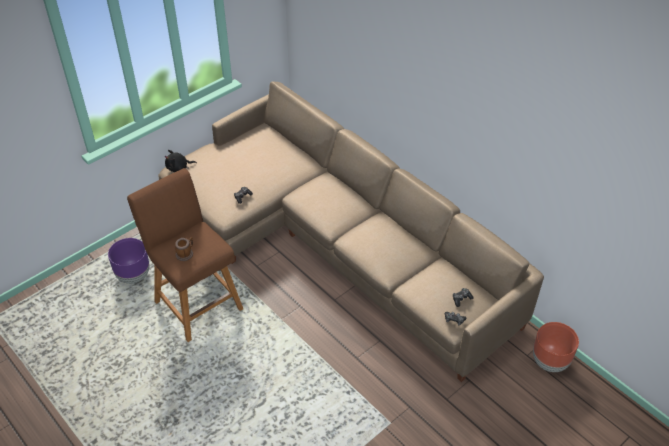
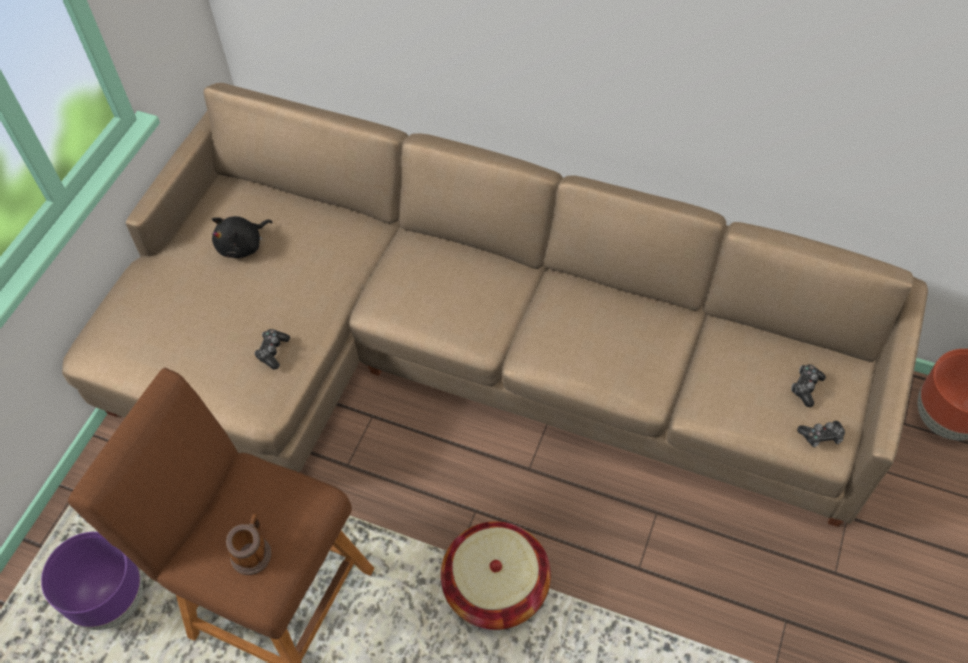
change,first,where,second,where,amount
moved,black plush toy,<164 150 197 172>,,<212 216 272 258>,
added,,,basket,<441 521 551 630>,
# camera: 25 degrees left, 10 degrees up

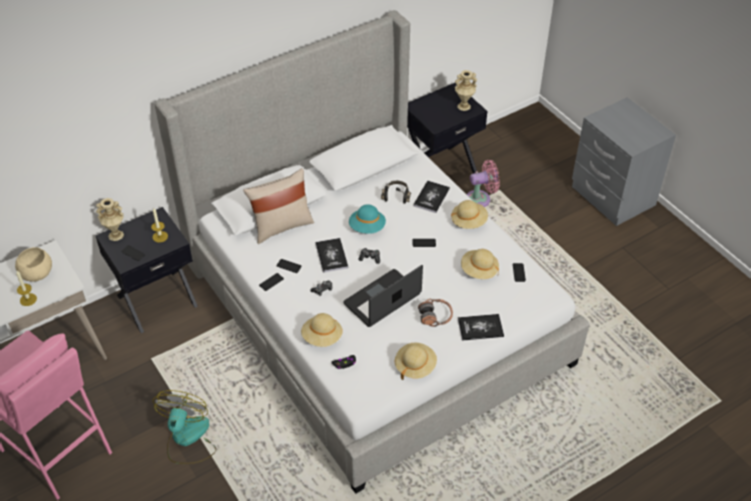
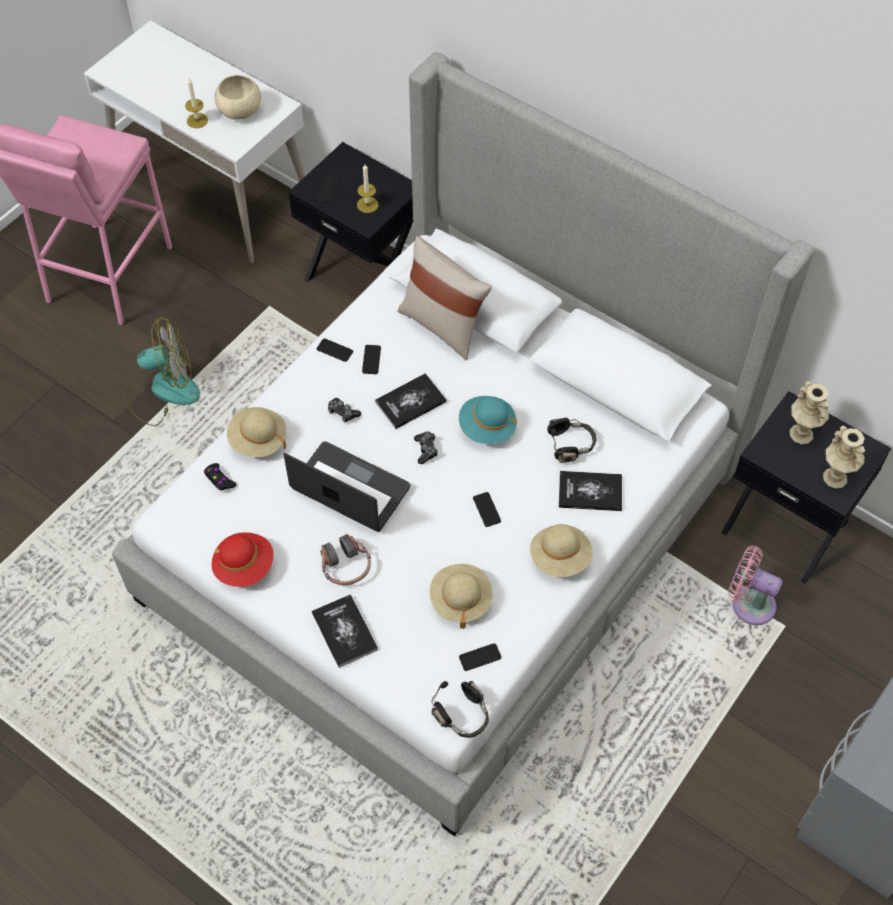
change,first,where,second,where,amount
turned,pink fan,<467 160 500 207>,,<728 546 783 625>,150 degrees clockwise
moved,beige vase,<96 198 124 241>,,<790 381 829 444>,
recoloured,beige hat,<395 343 437 380>,red hat,<212 532 274 587>,
added,,,black headphones,<431 681 489 738>,
# camera: 70 degrees right, 10 degrees up

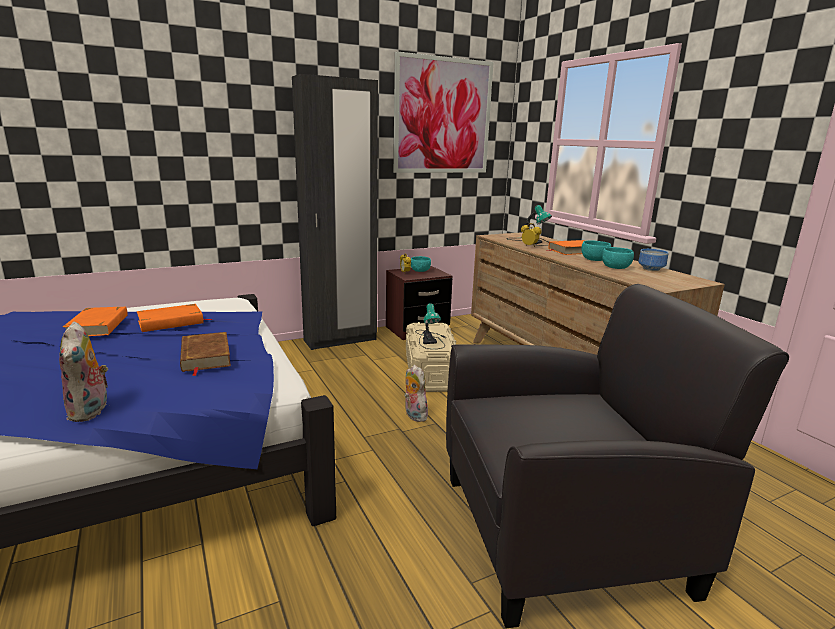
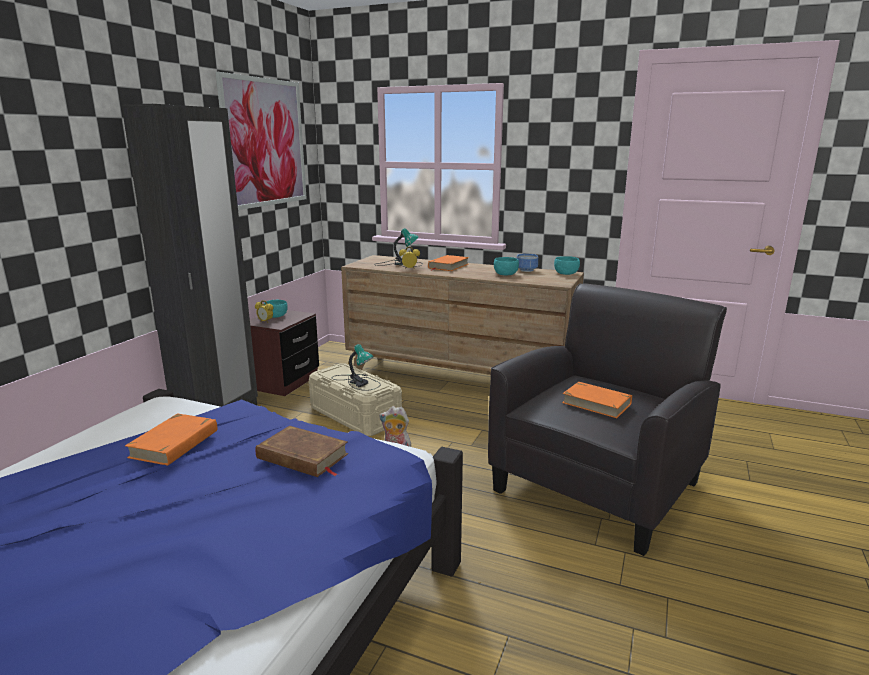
change,first,where,second,where,amount
moved,turquoise bowl,<581 240 611 261>,,<554 256 580 275>,
moved,orange book,<63 306 128 336>,,<562 382 632 418>,
removed,plush toy,<59 322 108 422>,,,
# camera: 40 degrees left, 0 degrees up

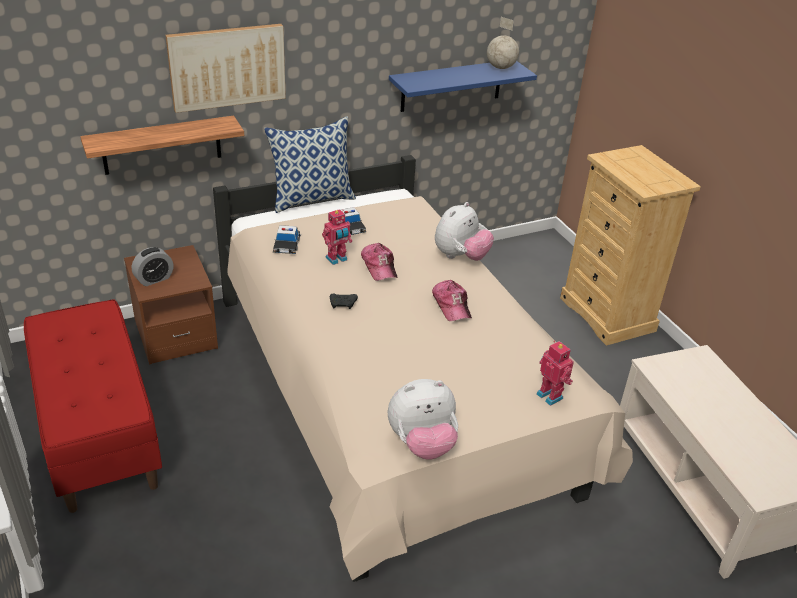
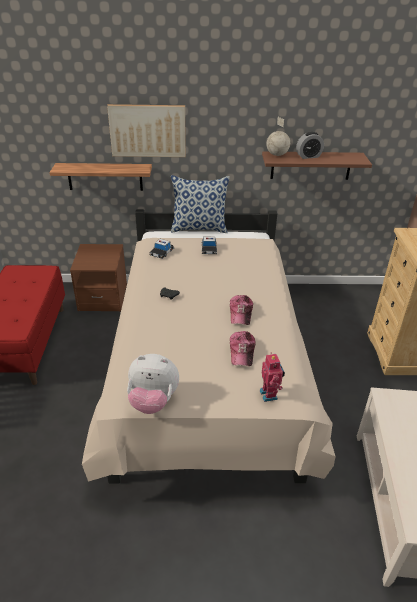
change,first,where,second,where,amount
moved,globe,<487 17 519 69>,,<267 117 290 156>,
recoloured,blue shelf,<389 61 537 112>,brown shelf,<262 151 372 180>,
removed,plush toy,<435 202 494 261>,,,
removed,toy robot,<322 209 352 265>,,,
moved,cap,<361 243 397 281>,,<230 331 256 366>,
moved,alarm clock,<132 247 173 286>,,<296 132 324 159>,
# camera: 25 degrees right, 0 degrees up

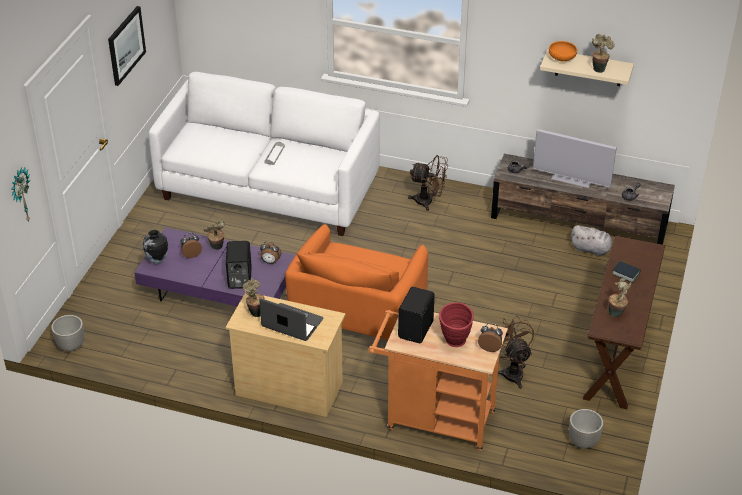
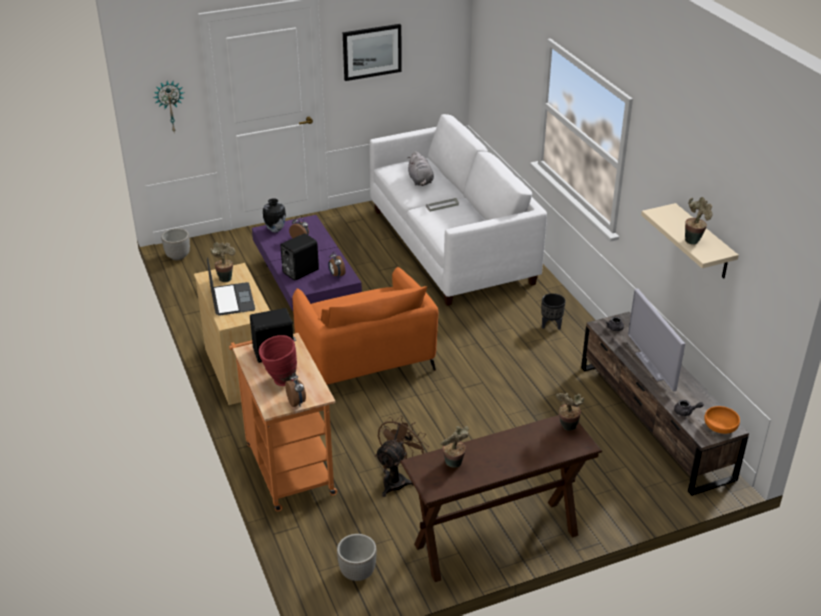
change,first,where,second,where,amount
moved,orange bowl,<549 41 577 61>,,<704 406 740 434>,
replaced,brown fan,<408 155 448 211>,black planter,<541 293 566 330>,
moved,potted plant,<203 219 225 250>,,<556 393 584 431>,
turned,orange armchair,<285 224 428 340>,,<292 267 438 386>,90 degrees counterclockwise
moved,grey plush toy,<571 225 612 257>,,<408 151 434 186>,
removed,book,<612 261 641 283>,,,
# camera: 50 degrees right, 5 degrees down

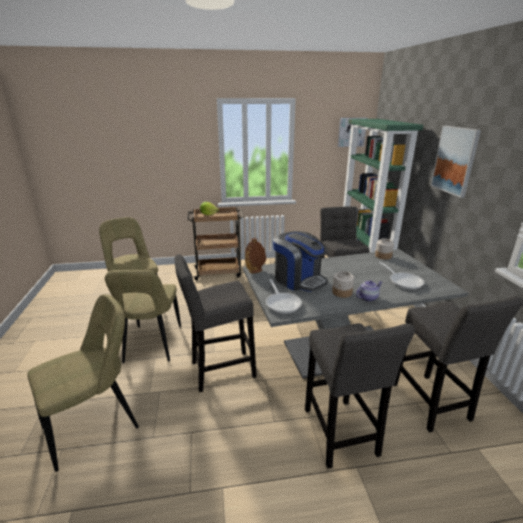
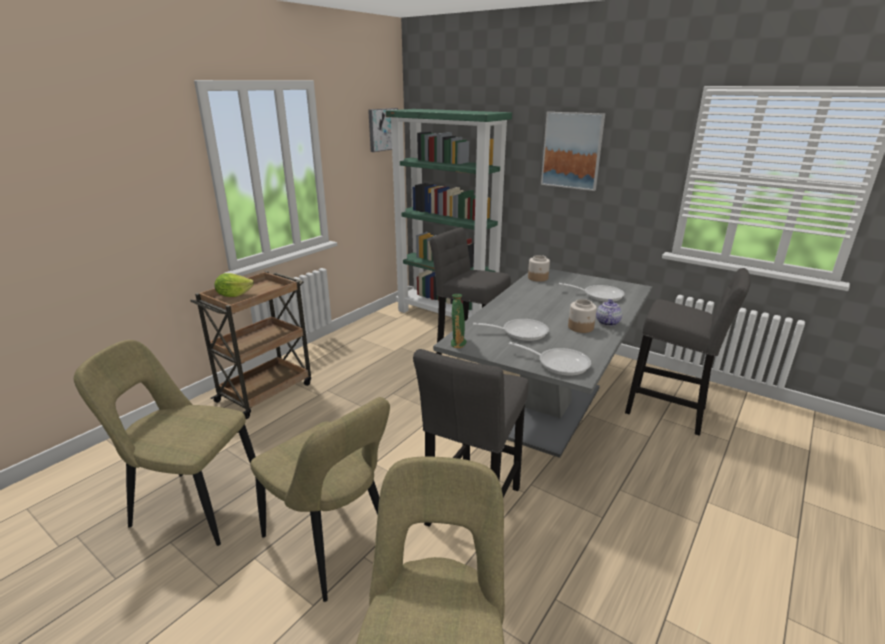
change,first,where,second,where,amount
replaced,coffee machine,<273 231 328 292>,frying pan,<473 319 549 341>,
recoloured,brown vase,<245 238 266 273>,green vase,<451 294 467 348>,
removed,grey stool,<305 323 415 469>,,,
# camera: 45 degrees left, 0 degrees up

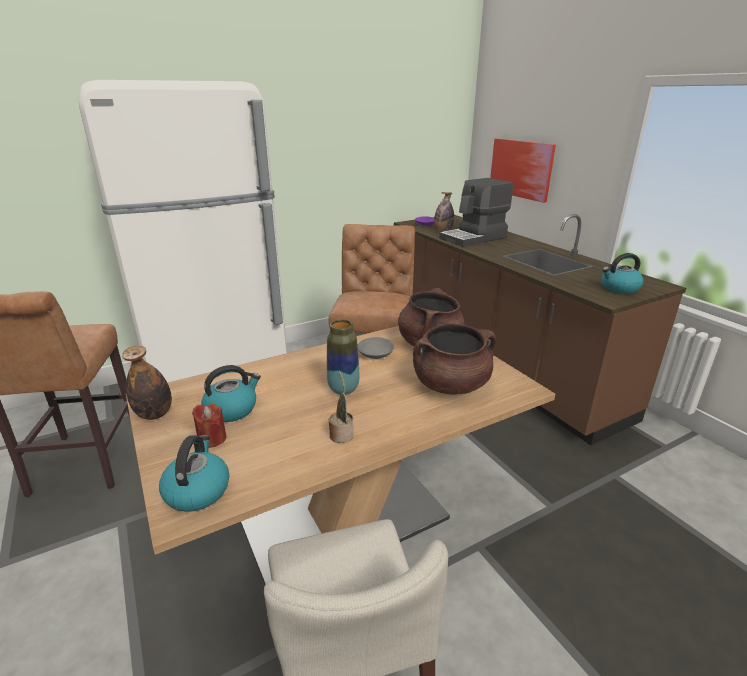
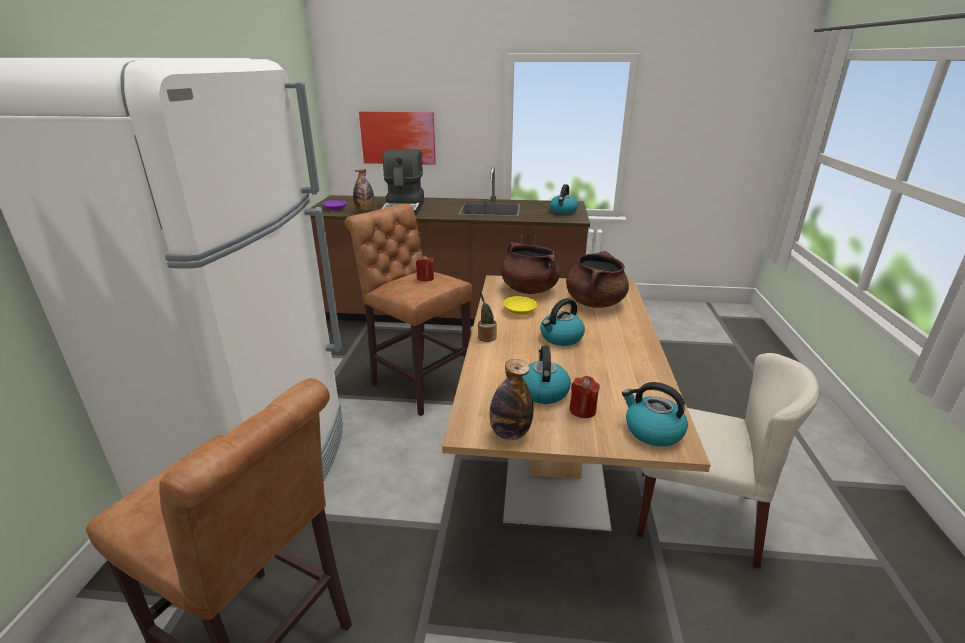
change,first,where,second,where,amount
replaced,vase,<327 320 359 395>,kettle,<540 298 585 346>,
recoloured,grey bowl,<357 337 394 359>,yellow bowl,<503 296 538 315>,
moved,potted plant,<329 370 354 443>,,<477 288 497 342>,
added,,,red candle,<416 255 434 281>,
# camera: 55 degrees left, 0 degrees up

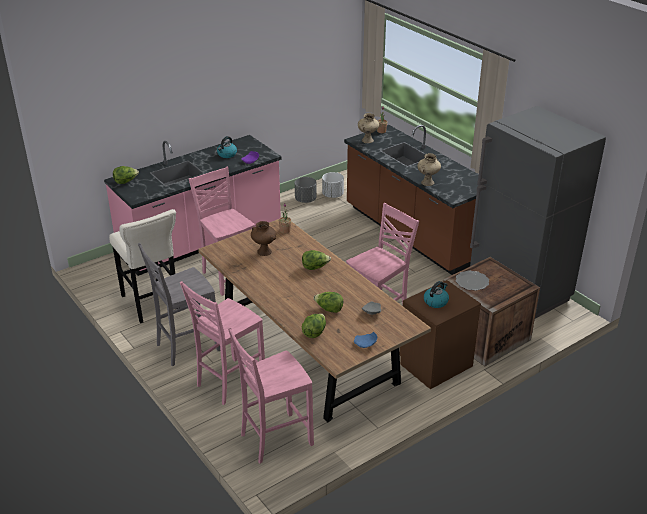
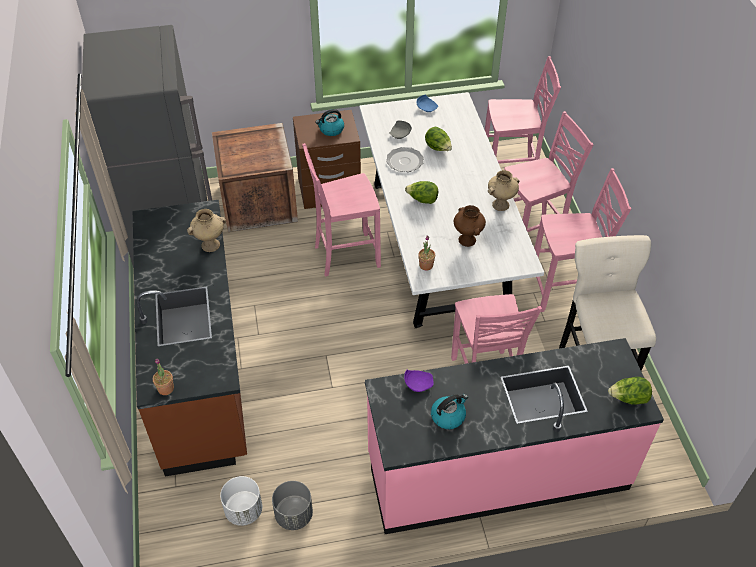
change,first,where,second,where,amount
moved,beige vase,<358 113 379 143>,,<488 170 519 211>,
recoloured,brown dining table,<198 219 431 422>,white dining table,<359 92 544 328>,
recoloured,grey chair,<138 243 220 366>,pink chair,<534 168 631 312>,
moved,plate,<456 270 489 291>,,<386 147 424 172>,
removed,lettuce,<302 313 326 338>,,,
# camera: 155 degrees left, 15 degrees up

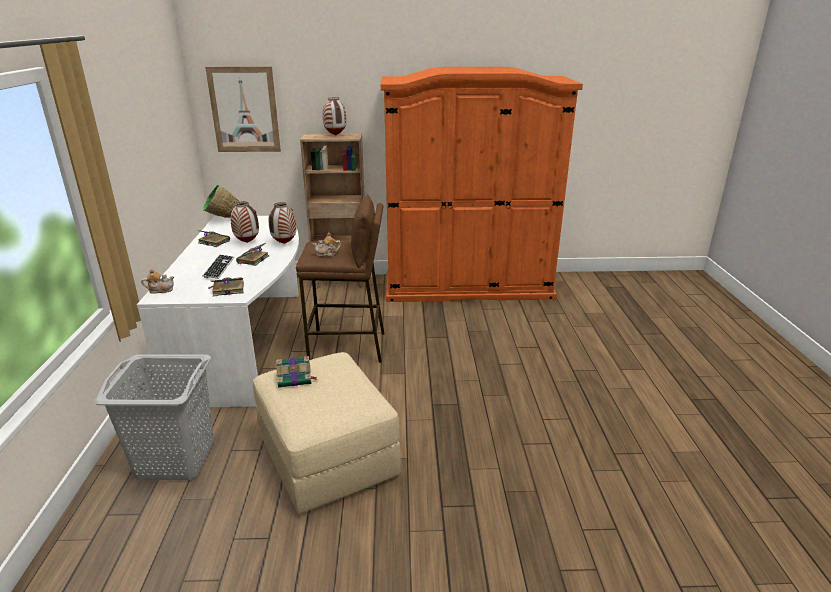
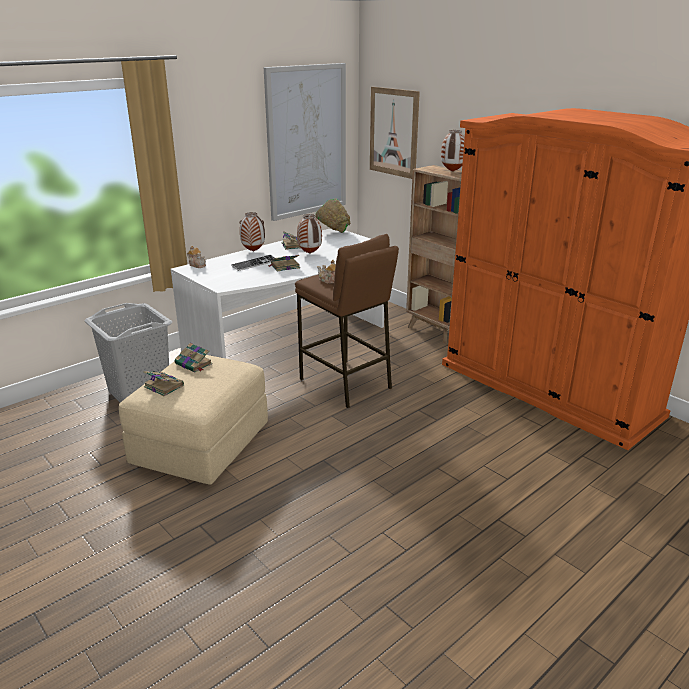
change,first,where,second,where,amount
moved,vase,<268 202 296 244>,,<239 212 265 252>,
moved,book,<208 277 244 296>,,<144 371 184 396>,
added,,,picture,<264 63 346 221>,
# camera: 50 degrees right, 0 degrees up

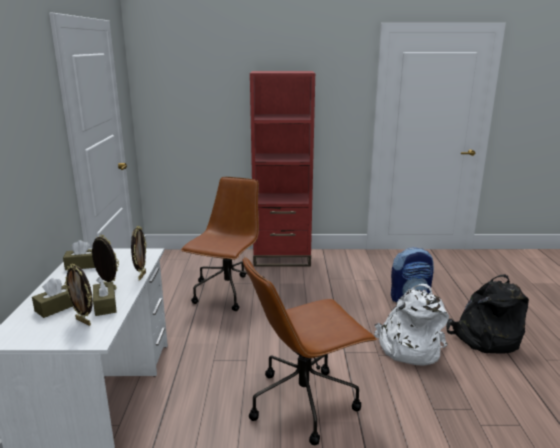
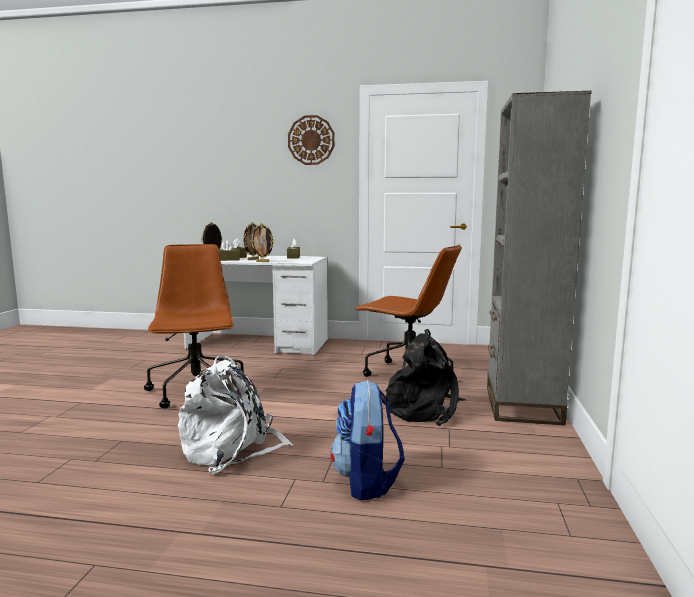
change,first,where,second,where,amount
recoloured,red bookcase,<250 71 315 267>,grey bookcase,<487 91 592 426>,
moved,black backpack,<446 274 529 353>,,<385 329 466 426>,
added,,,wall clock,<288 115 335 165>,
# camera: 100 degrees right, 10 degrees down

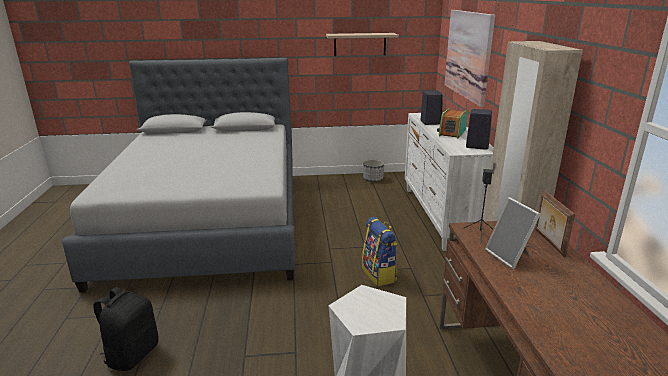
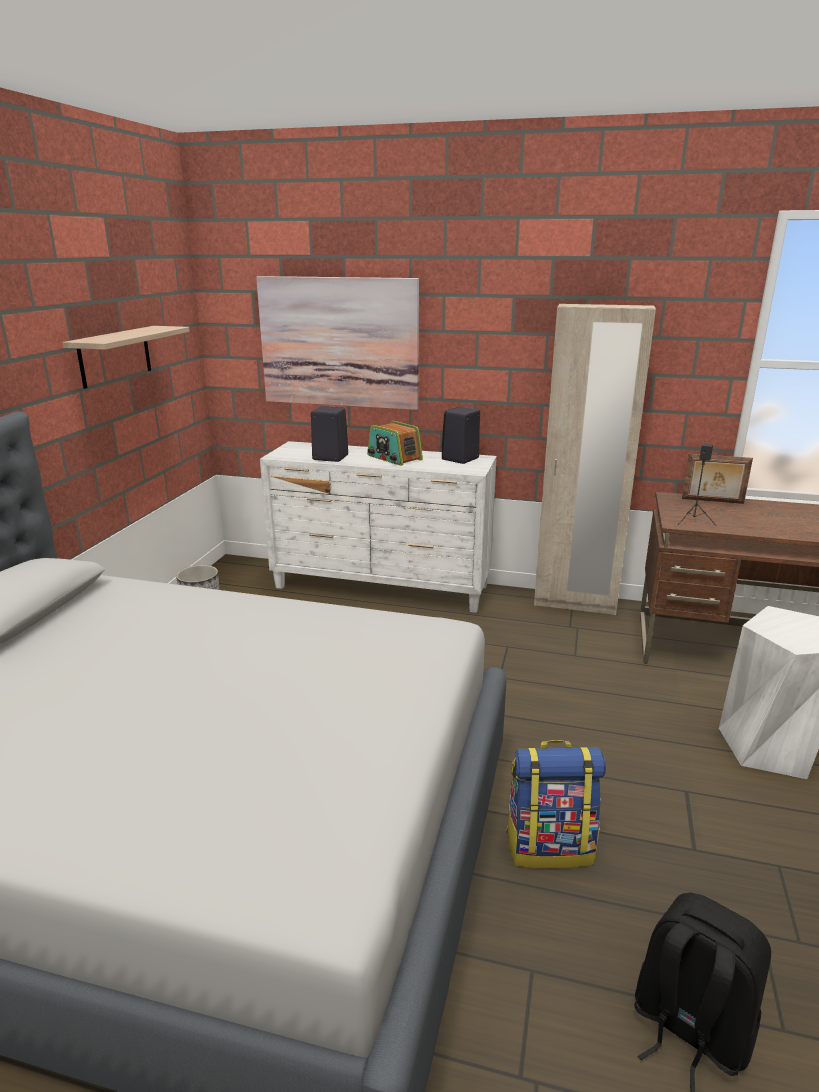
change,first,where,second,where,amount
removed,picture frame,<485 197 541 269>,,,
moved,backpack,<362 217 398 286>,,<506 740 606 868>,
# camera: 70 degrees left, 0 degrees up

